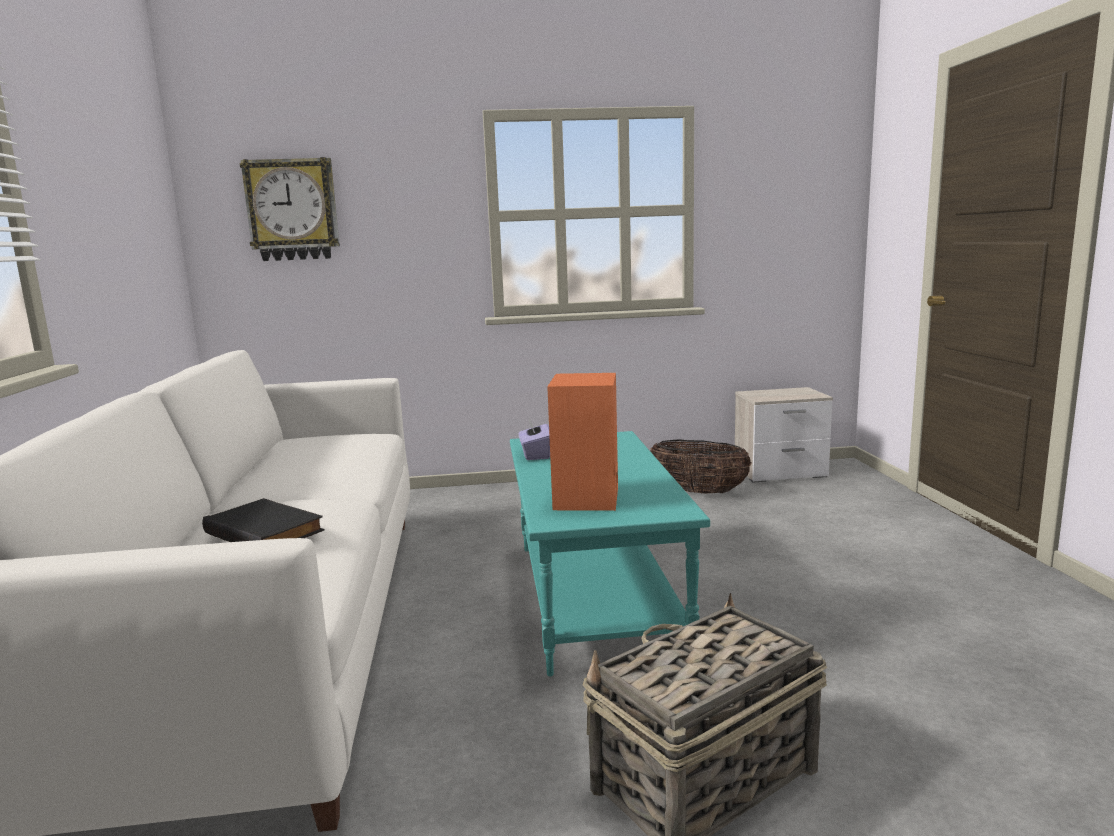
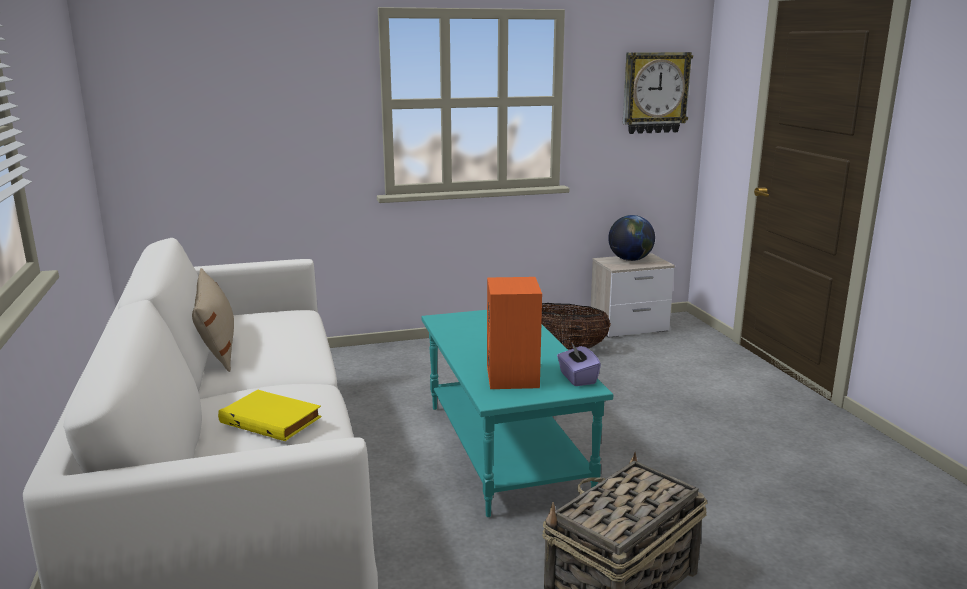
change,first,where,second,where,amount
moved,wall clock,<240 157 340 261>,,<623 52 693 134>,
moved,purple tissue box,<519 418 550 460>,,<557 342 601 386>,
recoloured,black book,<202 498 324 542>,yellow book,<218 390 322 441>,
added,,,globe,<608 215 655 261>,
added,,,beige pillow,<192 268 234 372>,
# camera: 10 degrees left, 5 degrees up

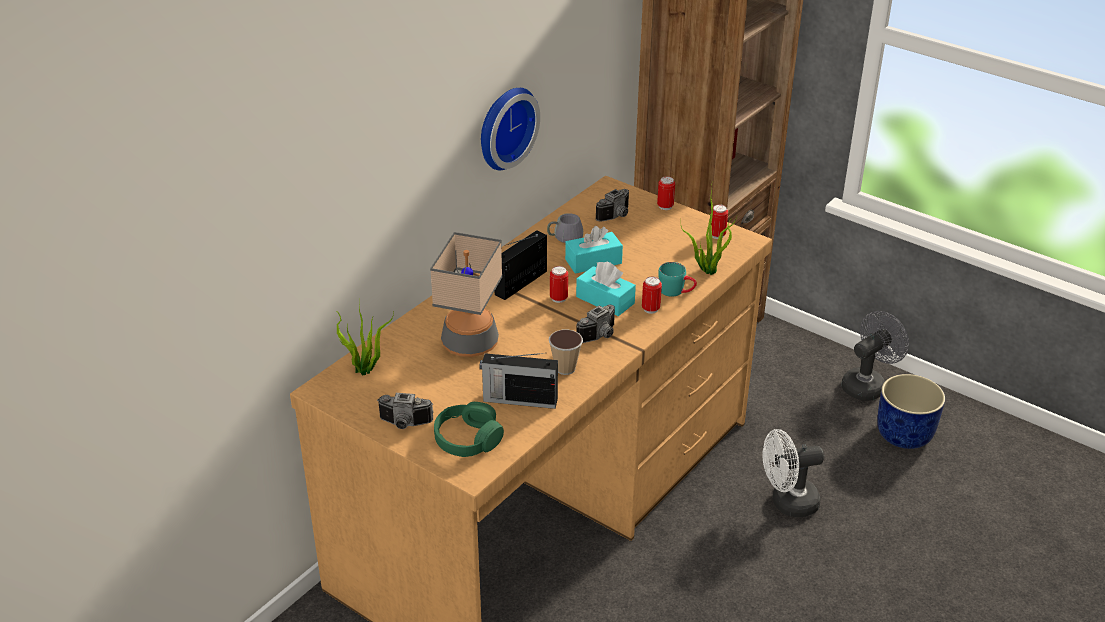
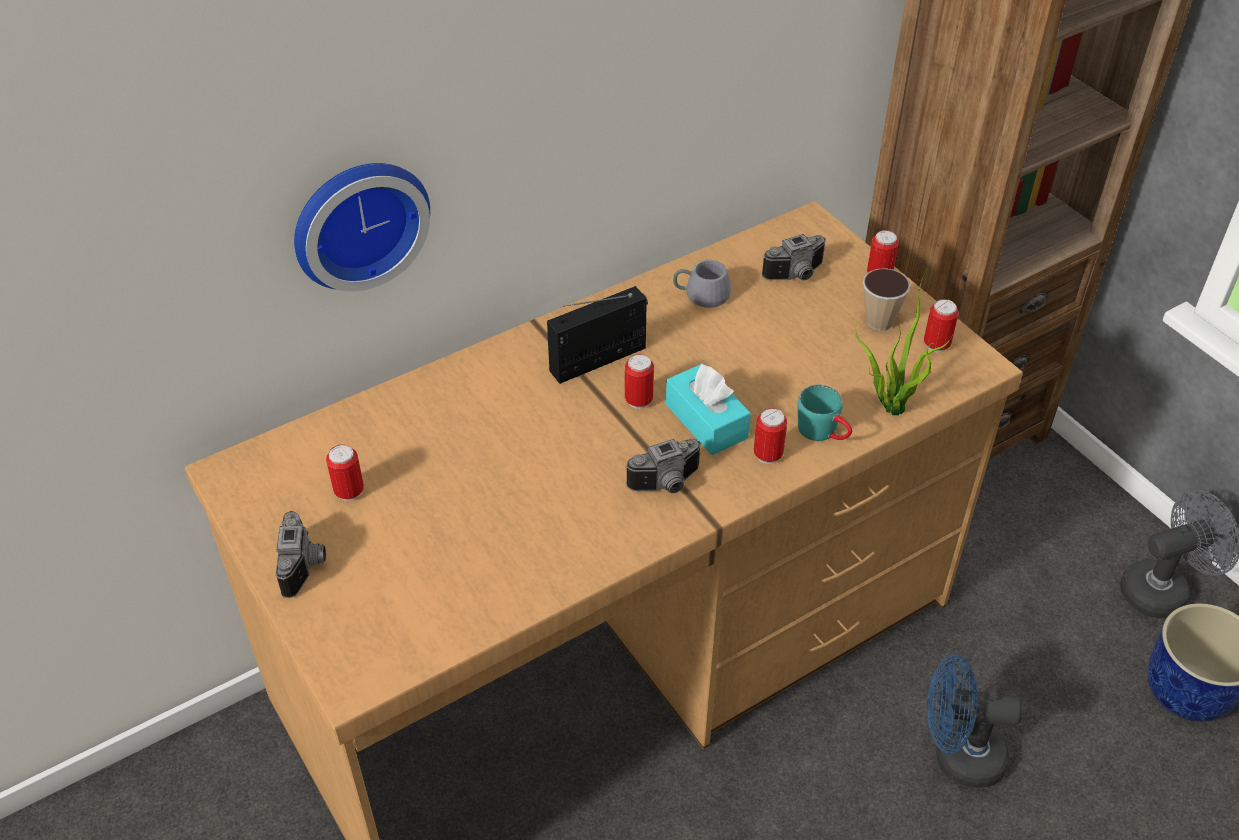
change,first,where,second,where,amount
moved,wall clock,<481 88 540 170>,,<294 163 430 291>,
removed,turquoise tissue box,<565 226 623 274>,,,
removed,table lamp,<430 232 502 357>,,,
removed,potted plant,<337 305 394 376>,,,
moved,cup,<549 329 583 375>,,<863 268 911 331>,
removed,radio,<479 353 558 409>,,,
turned,photo camera,<377 393 433 429>,,<276 511 326 598>,120 degrees counterclockwise
removed,green headphones,<434 402 504 457>,,,
recoloured,white fan,<762 429 824 517>,blue fan,<927 654 1023 788>,
added,,,can,<326 444 364 501>,
# camera: 20 degrees right, 10 degrees up

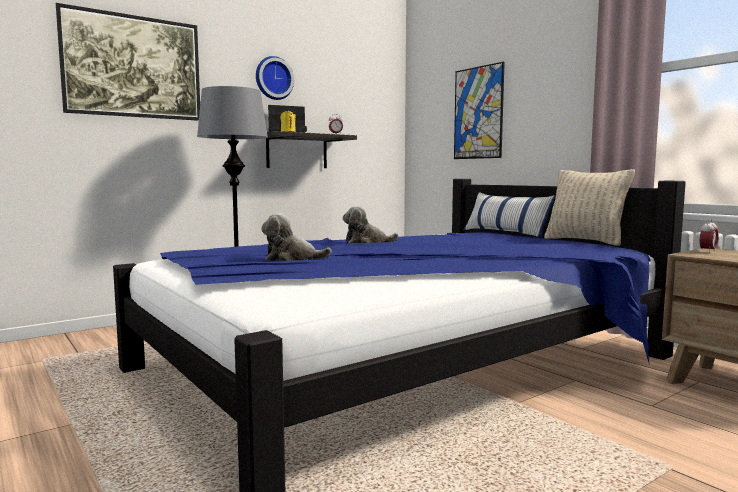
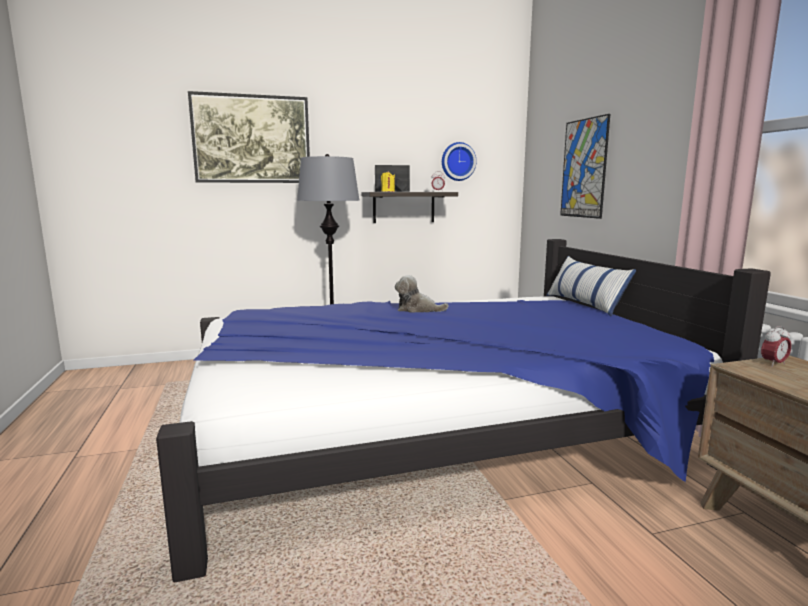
change,first,where,second,where,amount
moved,wall clock,<256 56 294 100>,,<442 142 476 181>,
removed,beige pillow,<544 169 635 246>,,,
removed,plush toy,<261 213 332 261>,,,
# camera: 20 degrees right, 5 degrees up

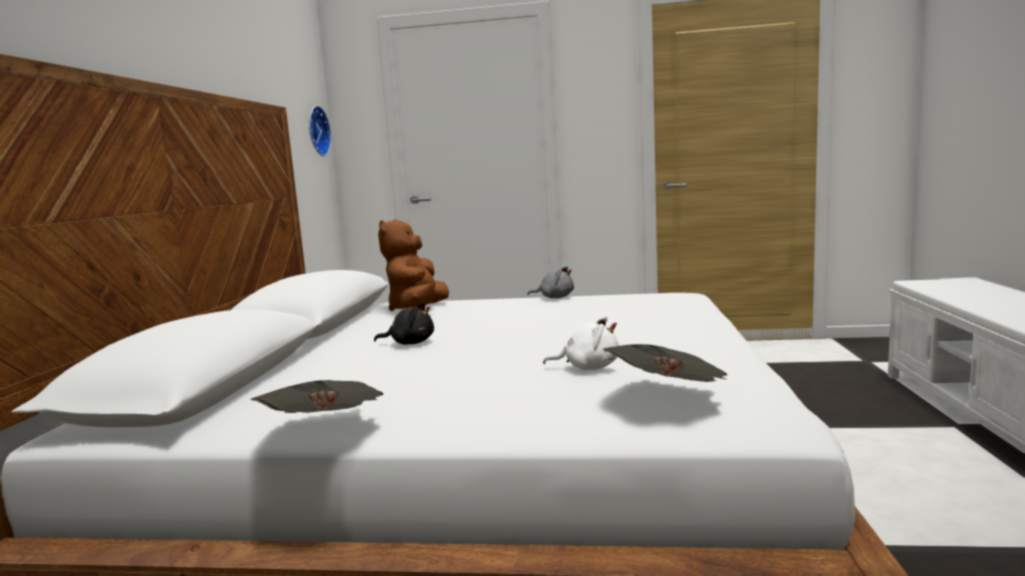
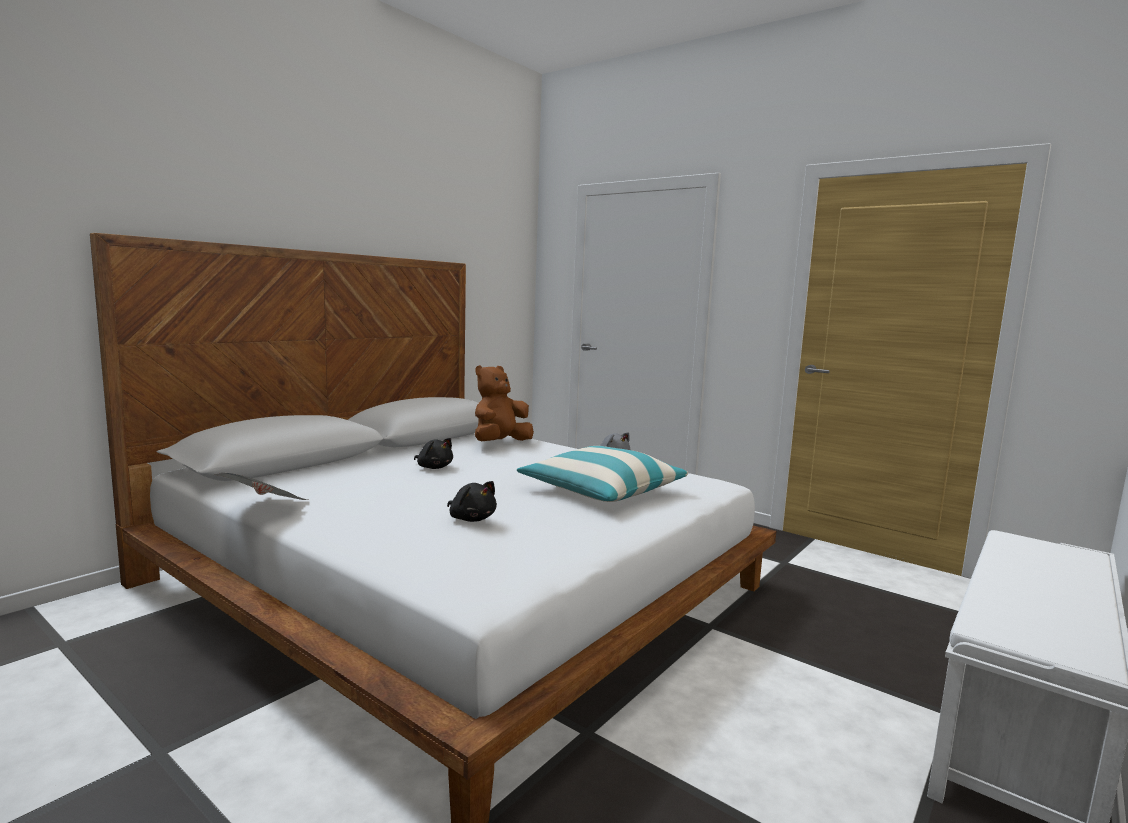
change,first,where,second,where,amount
removed,wall clock,<309 106 331 157>,,,
recoloured,white plush toy,<543 317 619 370>,black plush toy,<447 481 497 522>,
removed,newspaper,<602 344 727 382>,,,
added,,,pillow,<517 446 688 502>,
# camera: 30 degrees right, 0 degrees up

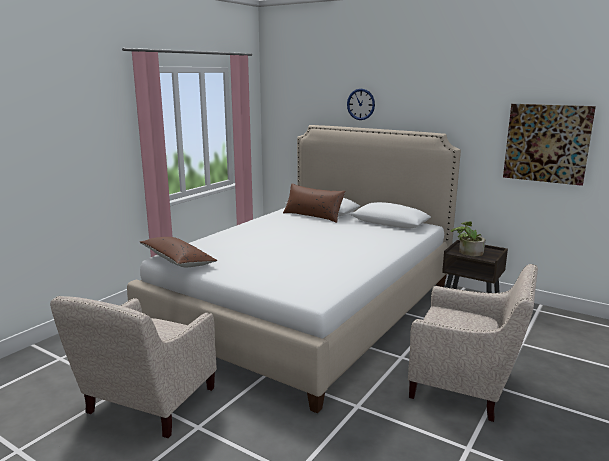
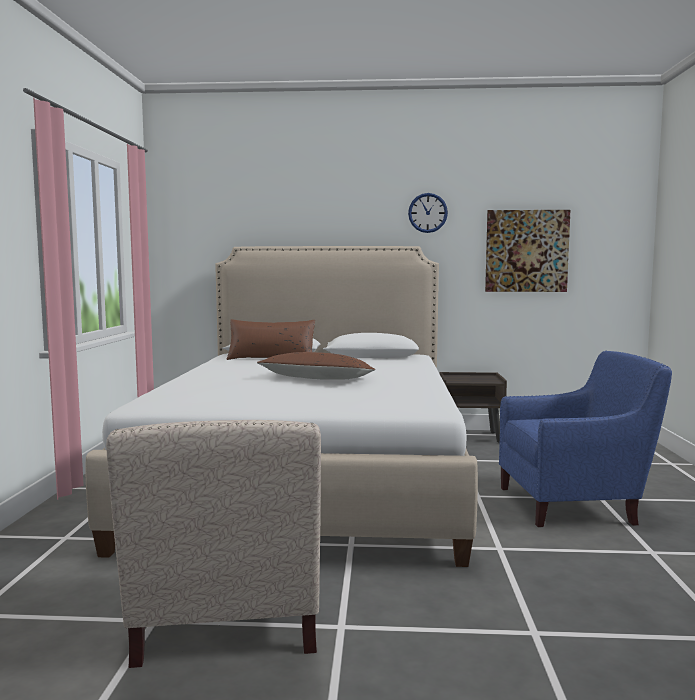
change,first,where,second,where,amount
moved,wall clock,<347 89 375 120>,,<408 193 448 233>,
removed,potted plant,<451 221 486 256>,,,
moved,brown pillow,<140 237 217 267>,,<257 352 376 380>,
recoloured,beige armchair,<408 264 538 422>,blue armchair,<499 351 672 527>,
# camera: 30 degrees left, 10 degrees down

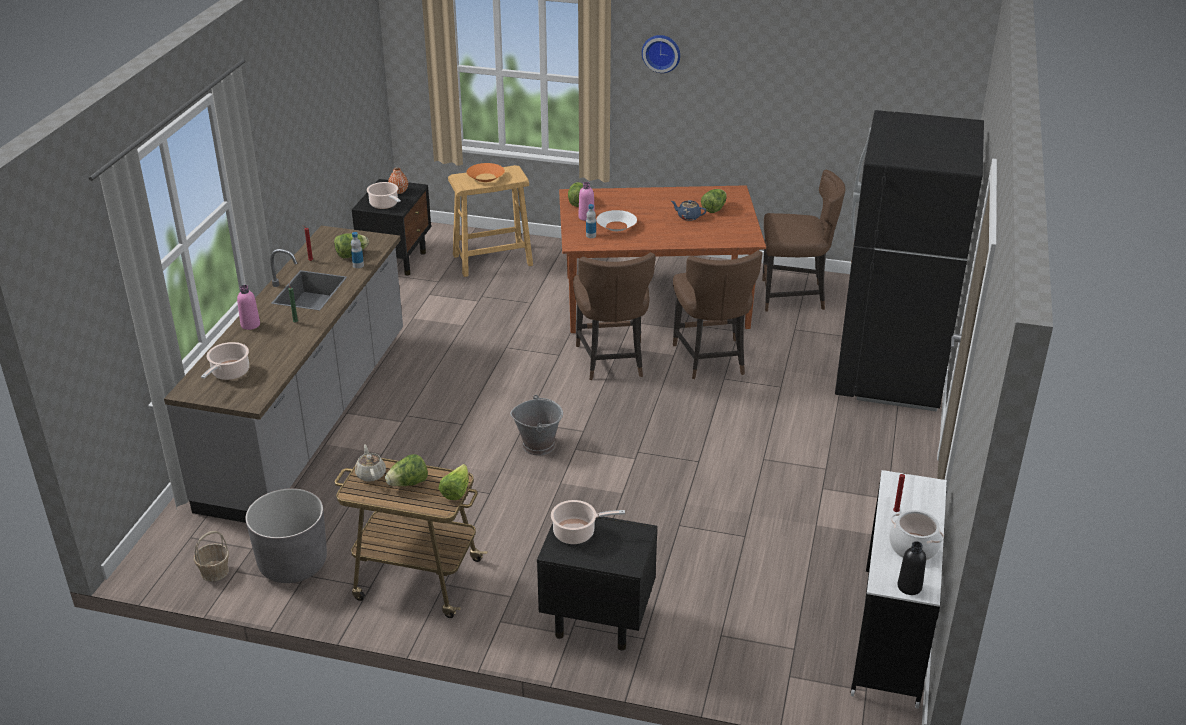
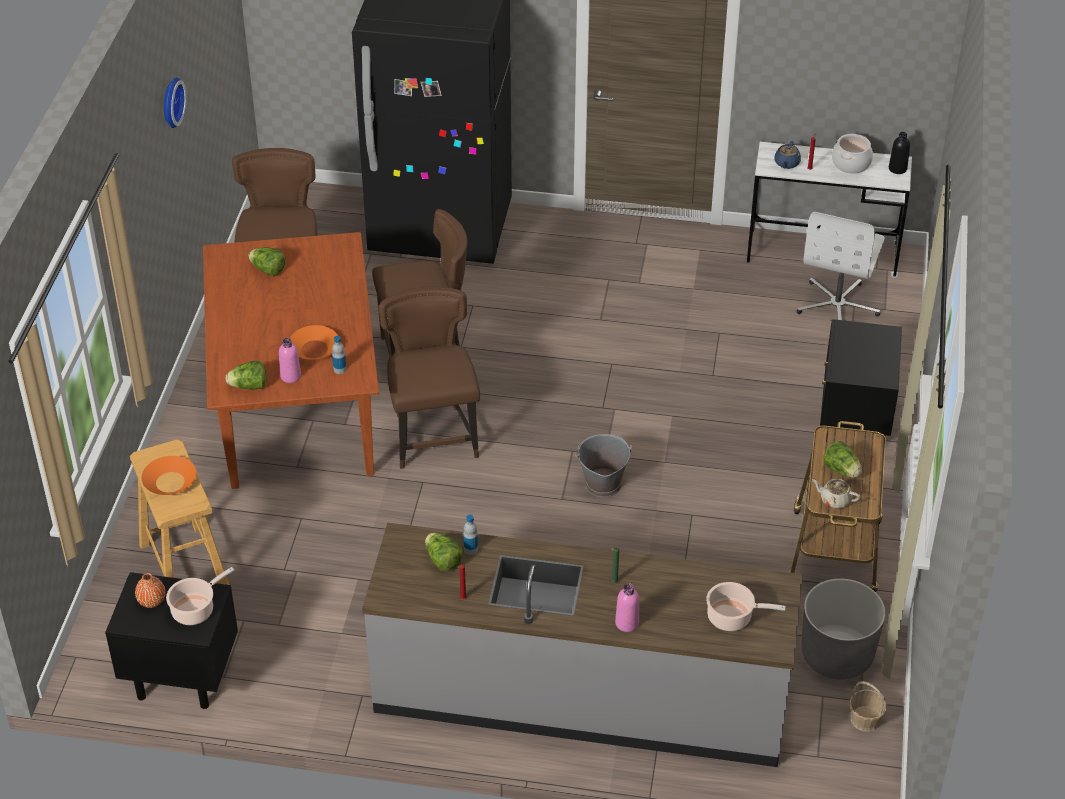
change,first,where,second,where,amount
moved,wall clock,<642 35 680 73>,,<164 77 187 128>,
moved,blue teapot,<671 200 706 221>,,<775 141 801 169>,
recoloured,white bowl,<596 210 637 231>,orange bowl,<290 325 338 360>,
turned,brown chair,<573 252 655 380>,,<379 286 480 469>,90 degrees counterclockwise
turned,beige teapot,<355 444 386 482>,,<812 479 860 509>,45 degrees clockwise
removed,lettuce,<439 464 469 500>,,,
removed,cooking pot,<551 500 625 544>,,,
added,,,white office chair,<797 212 885 320>,
# camera: 95 degrees left, 10 degrees up

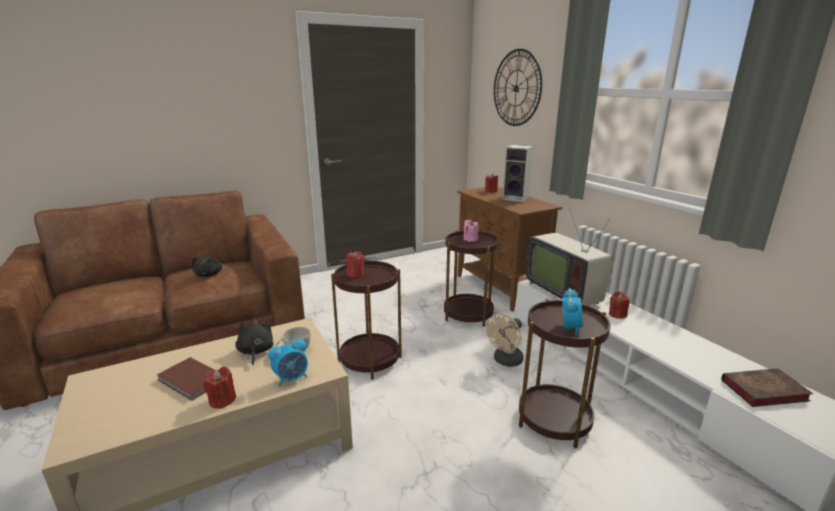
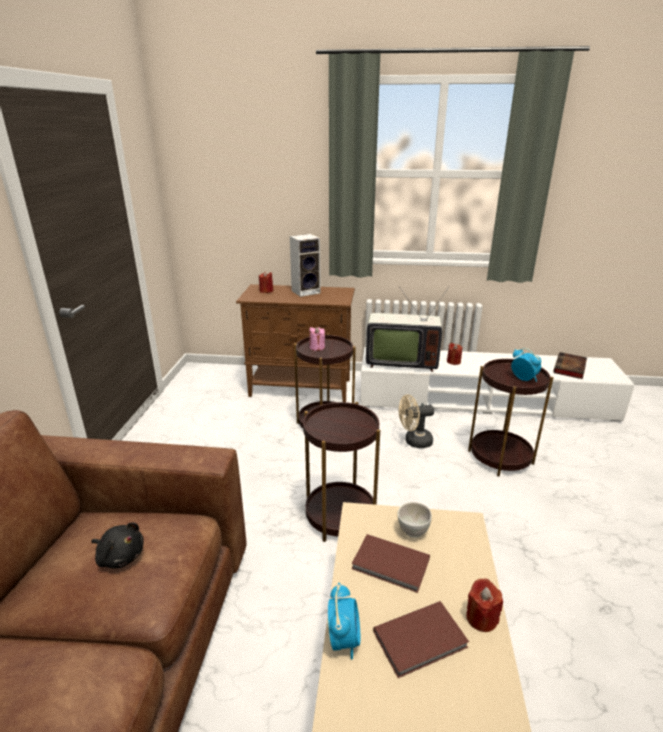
change,first,where,second,where,amount
removed,wall clock,<494 49 542 126>,,,
removed,red candle,<346 251 364 278>,,,
turned,beige fan,<486 314 524 367>,,<399 394 434 448>,90 degrees clockwise
replaced,black plush toy,<235 318 273 365>,brown book,<352 534 430 593>,
moved,alarm clock,<268 337 308 387>,,<328 583 361 660>,
# camera: 55 degrees left, 5 degrees up

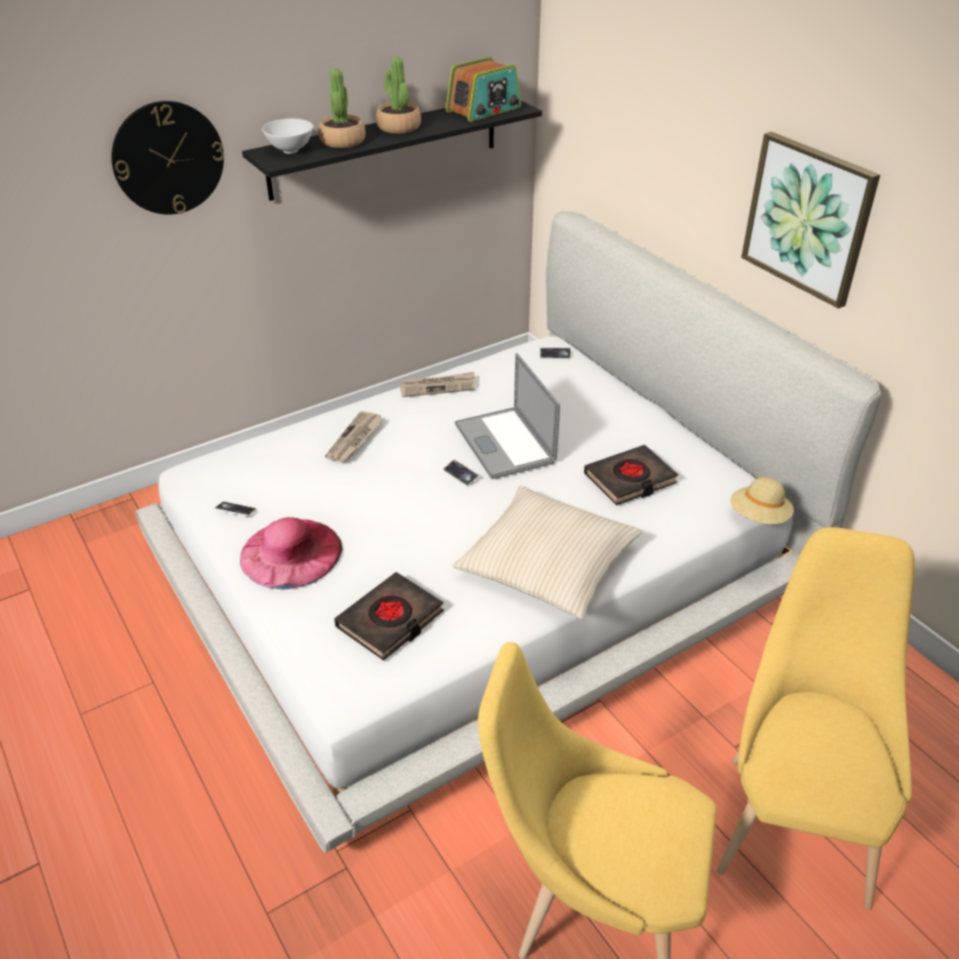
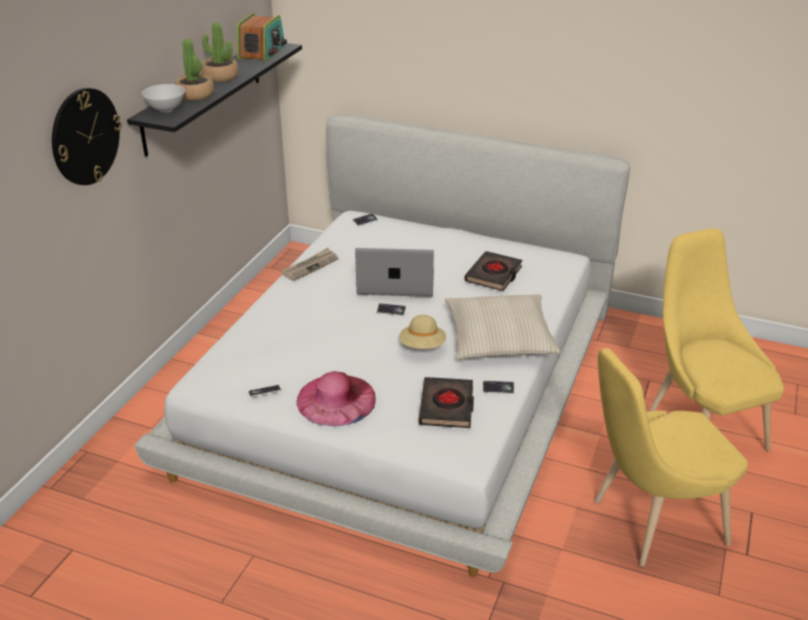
change,first,where,second,where,amount
removed,picture,<741 132 880 309>,,,
turned,laptop,<455 353 560 479>,,<355 248 434 297>,150 degrees clockwise
removed,newspaper,<325 411 384 462>,,,
moved,beige hat,<730 477 794 524>,,<399 315 446 349>,
added,,,phone,<483 381 514 394>,
# camera: 35 degrees left, 5 degrees down

